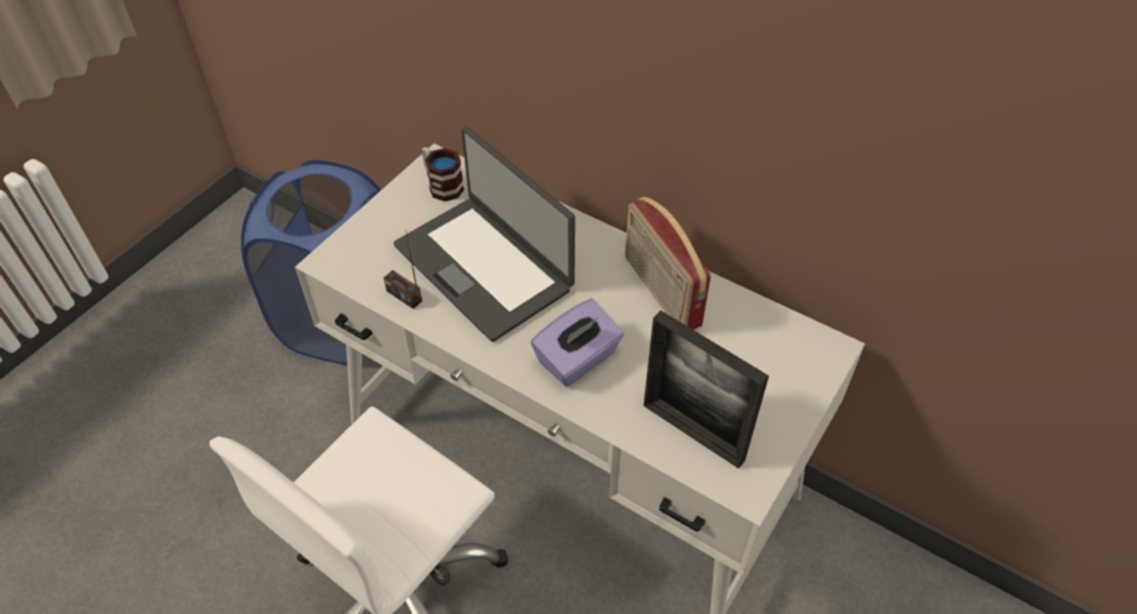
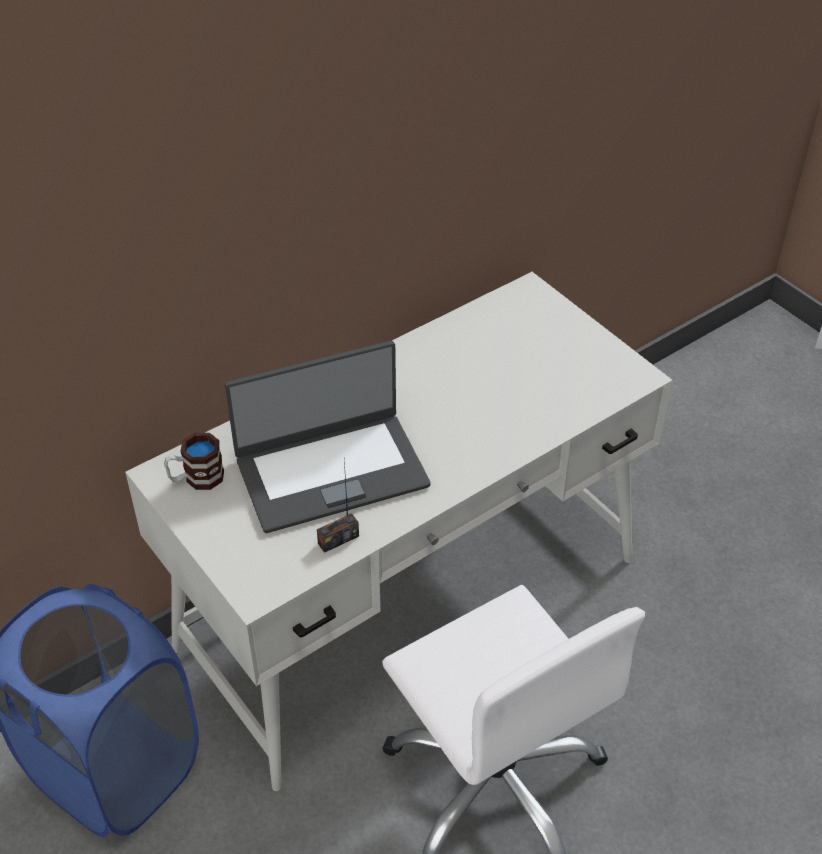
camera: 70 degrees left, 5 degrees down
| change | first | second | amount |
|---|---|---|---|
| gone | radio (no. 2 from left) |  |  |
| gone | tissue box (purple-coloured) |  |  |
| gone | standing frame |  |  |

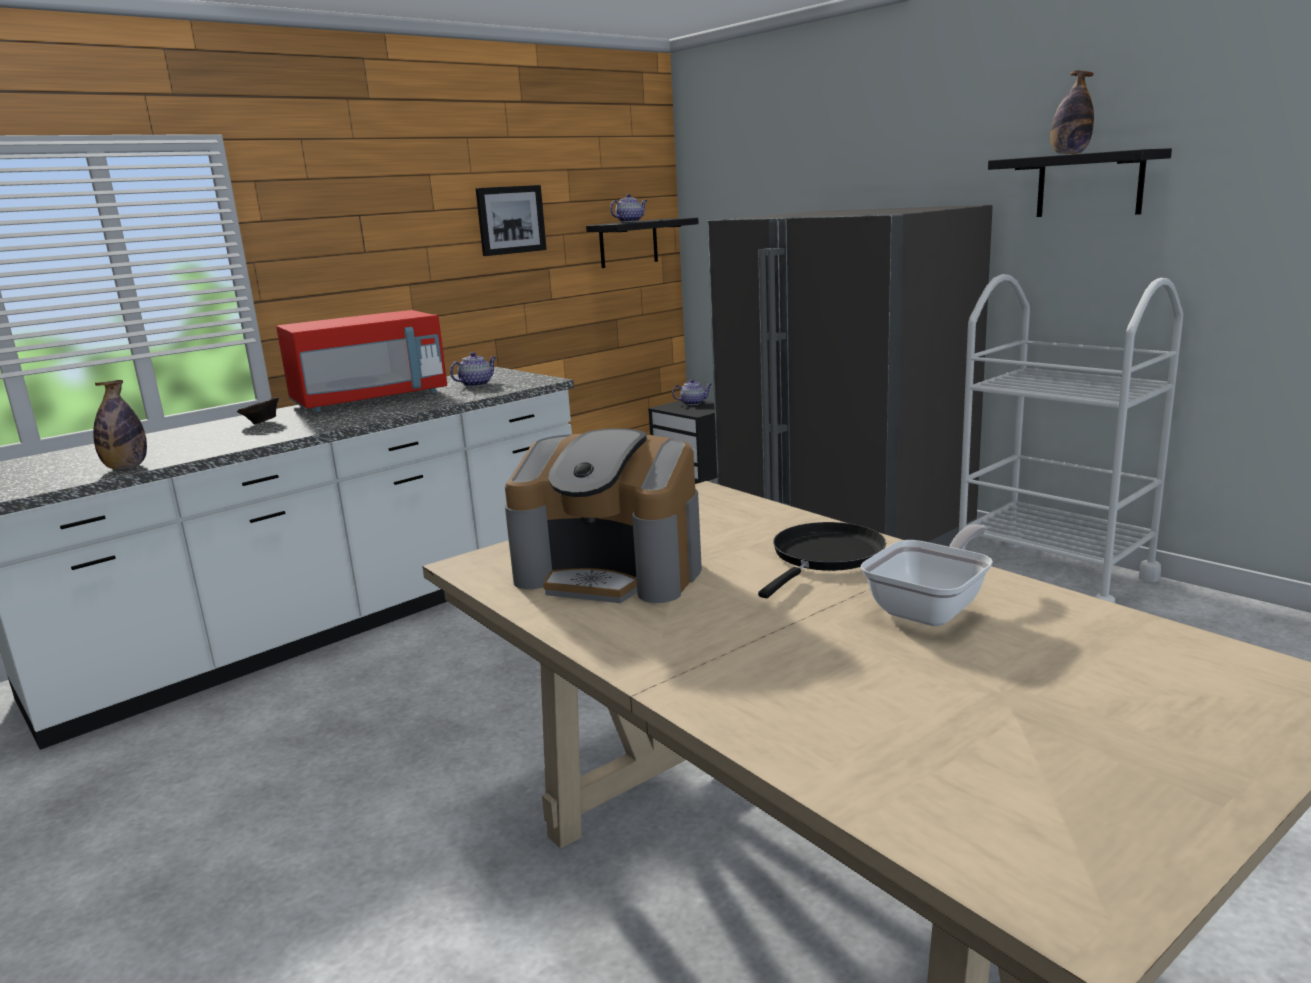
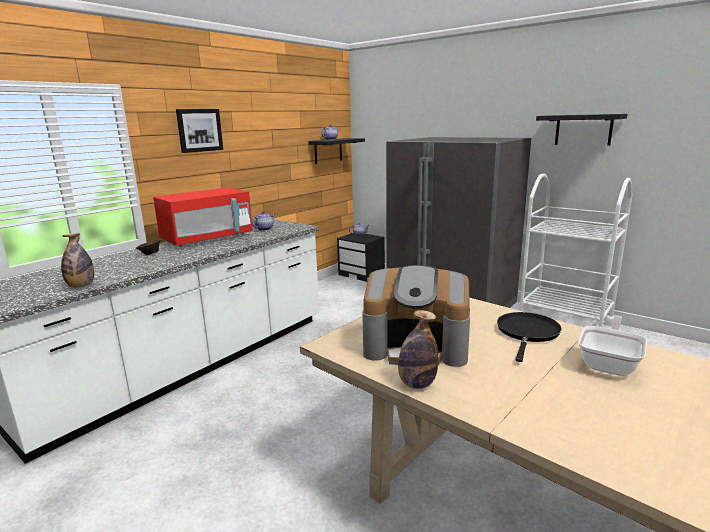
camera: 10 degrees left, 0 degrees up
| change | first | second | amount |
|---|---|---|---|
| shifted | beverage bottle (no. 2 from left) |  |  |
| shifted | wall picture |  |  |

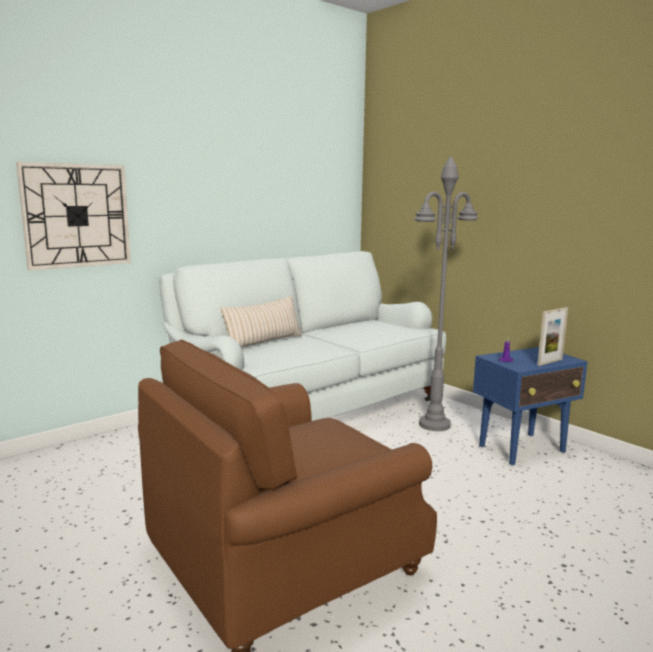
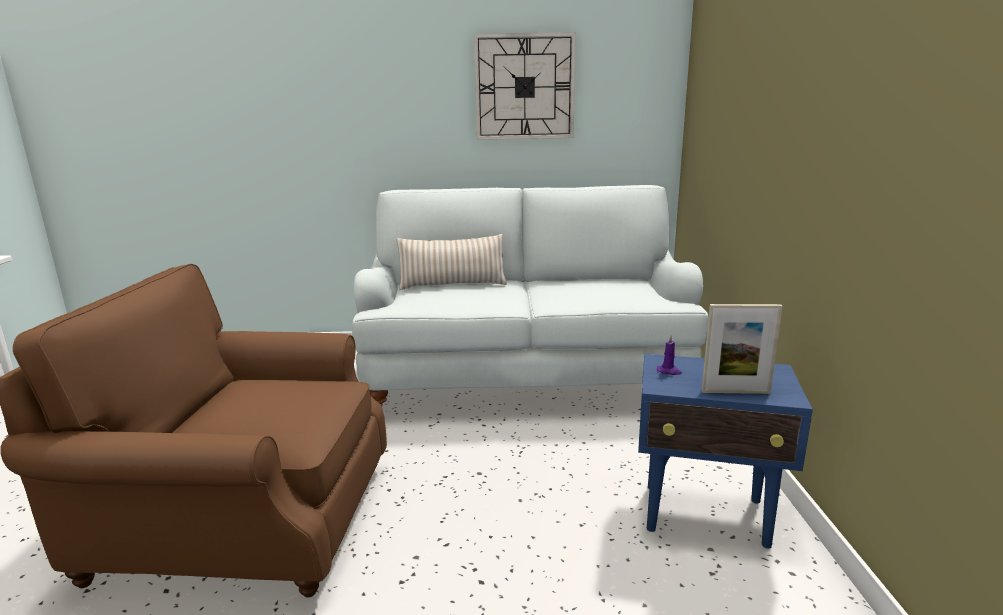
camera: 40 degrees right, 5 degrees up
| change | first | second | amount |
|---|---|---|---|
| gone | standing lamp (greyish) |  |  |
| shifted | wall clock |  |  |

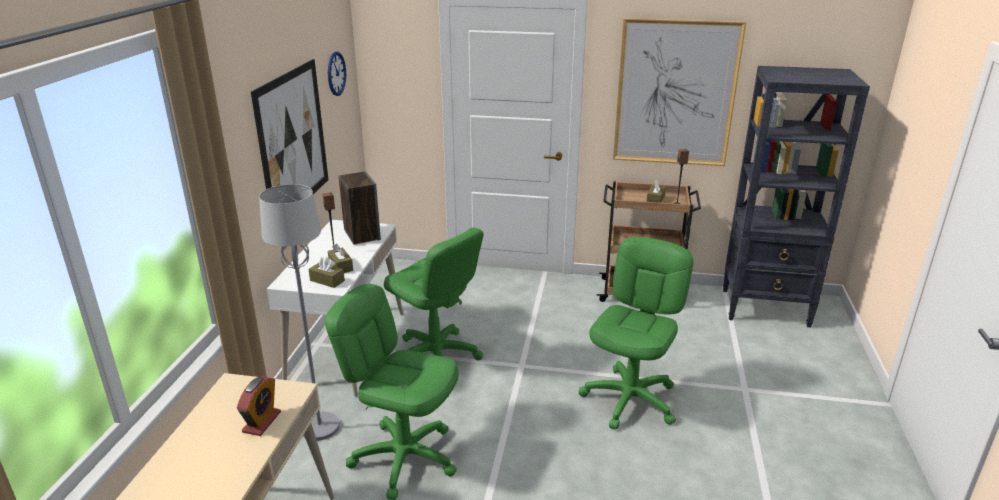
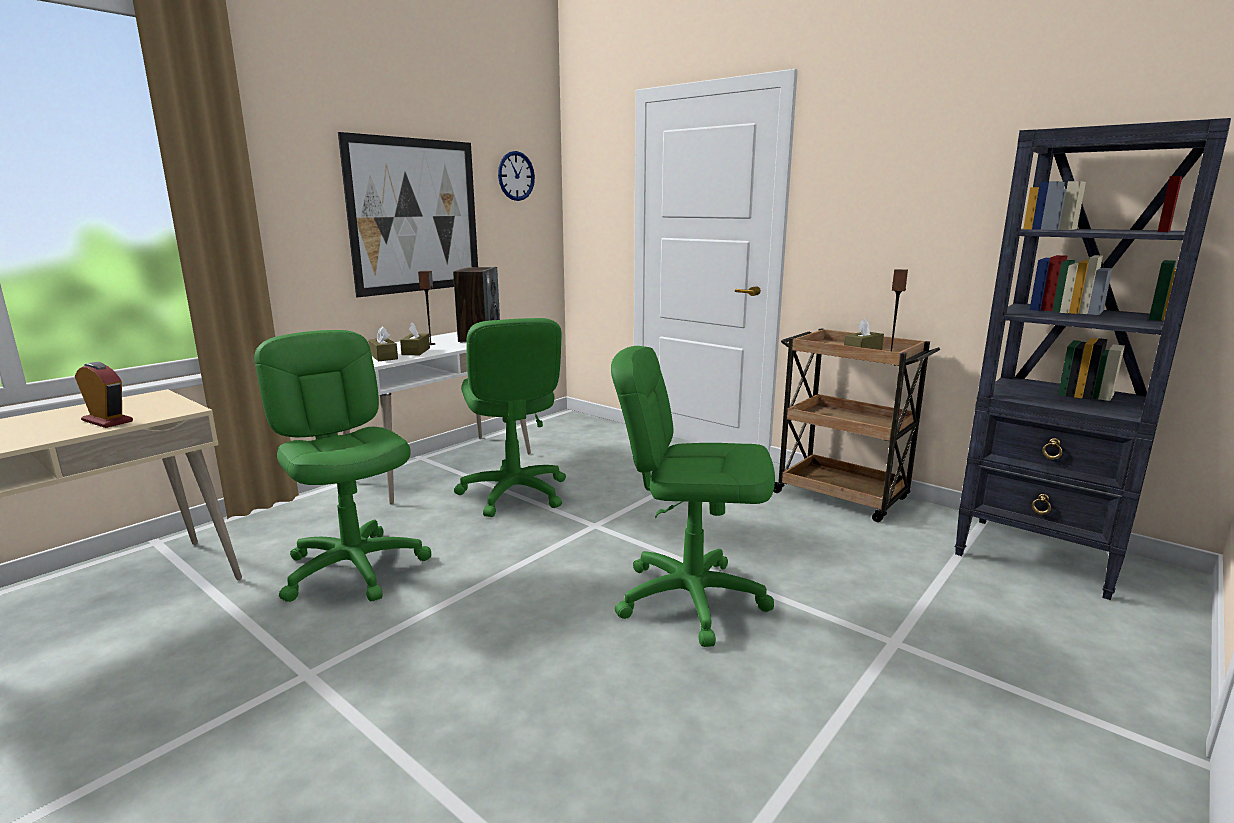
camera: 30 degrees right, 10 degrees down
| change | first | second | amount |
|---|---|---|---|
| gone | wall picture (no. 2 from left) |  |  |
| gone | standing lamp (greyish) |  |  |
| rotated | computer chair (green-coloured) (no. 3 from left) |  | 135 degrees counterclockwise |
| rotated | bedside clock |  | 105 degrees counterclockwise |

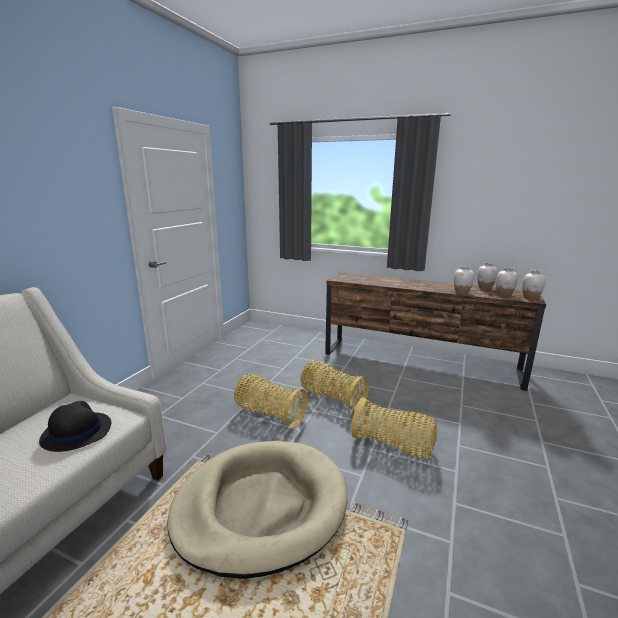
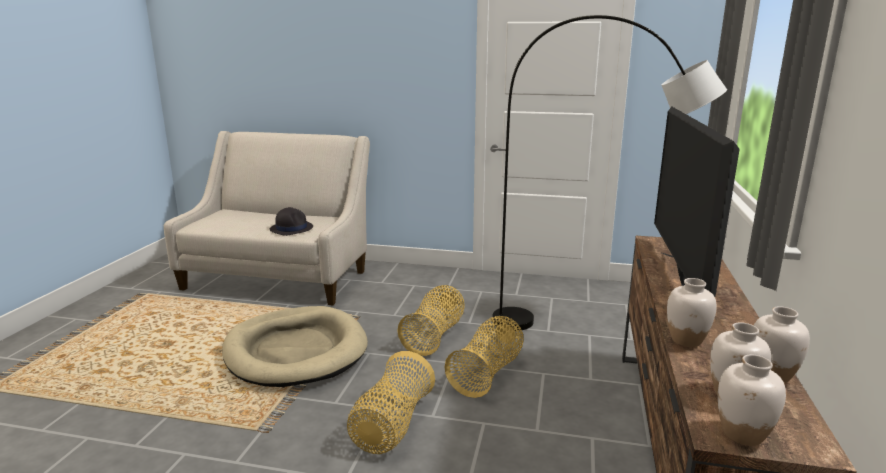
camera: 80 degrees right, 0 degrees up
| change | first | second | amount |
|---|---|---|---|
| new |  | standing lamp (greyish) |  |
| new |  | TV |  |

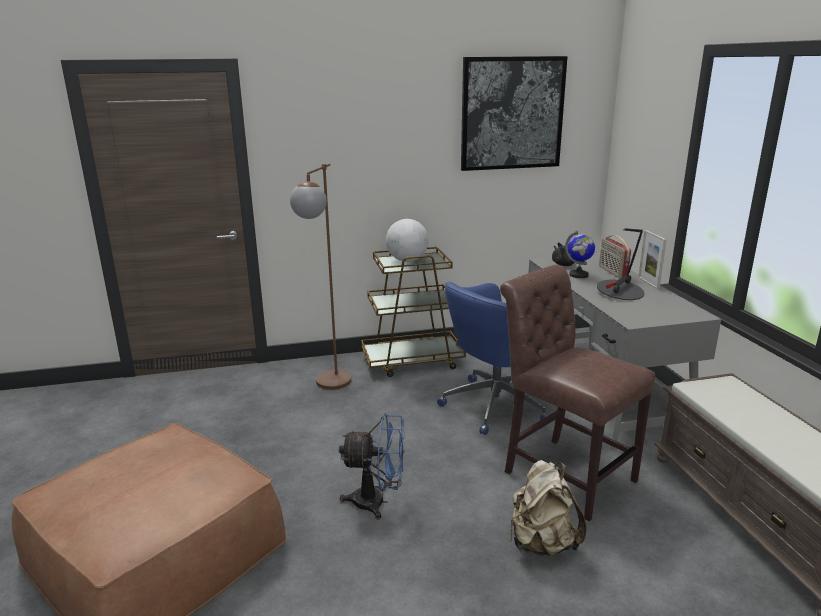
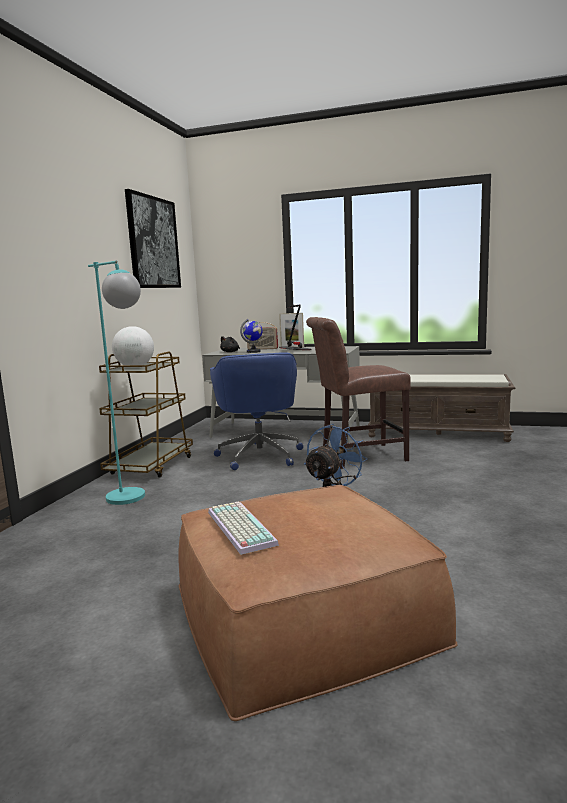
camera: 60 degrees left, 10 degrees down
| change | first | second | amount |
|---|---|---|---|
| repainted | standing lamp (brownish) | standing lamp (turquoise) |  |
| gone | rucksack (sand-coloured) |  |  |
| new |  | PC keyboard |  |

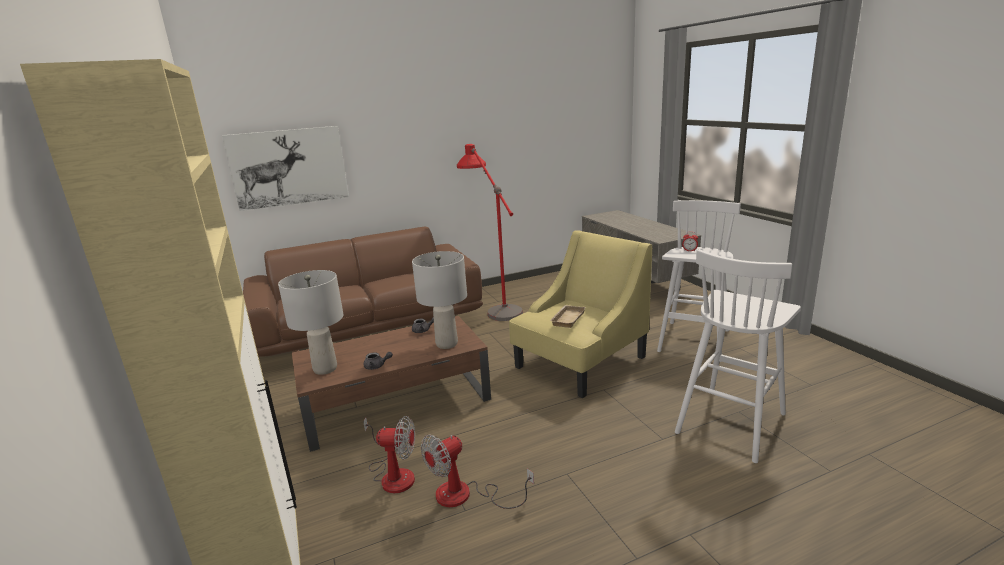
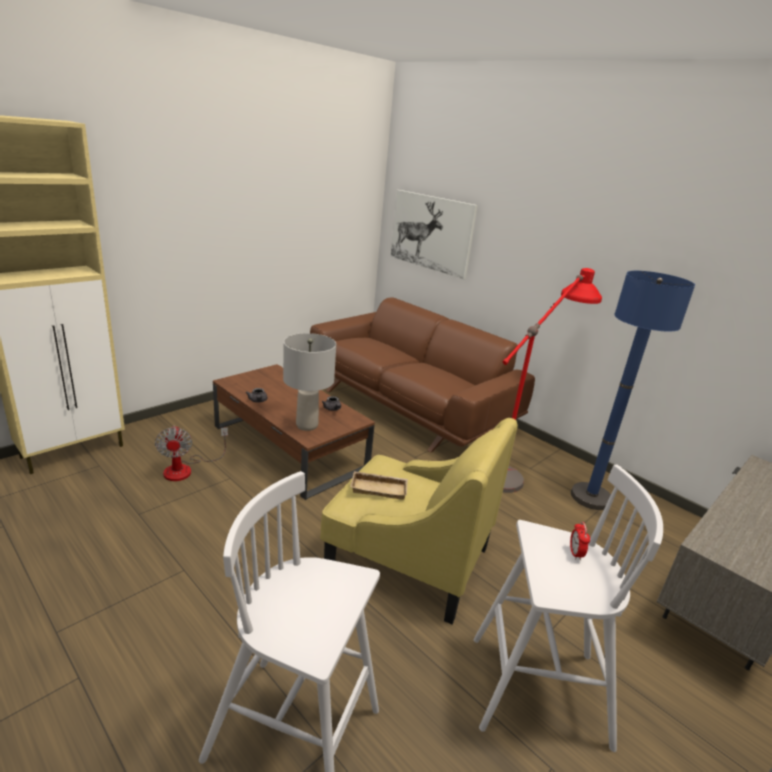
camera: 65 degrees right, 5 degrees up
| change | first | second | amount |
|---|---|---|---|
| gone | table lamp (greyish) (no. 1 from left) |  |  |
| gone | fan (no. 2 from left) |  |  |
| new |  | standing lamp (bluish) |  |

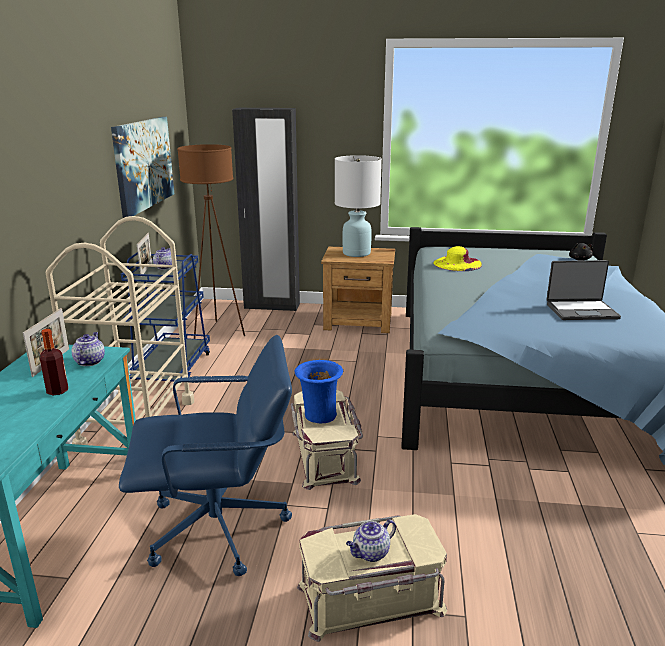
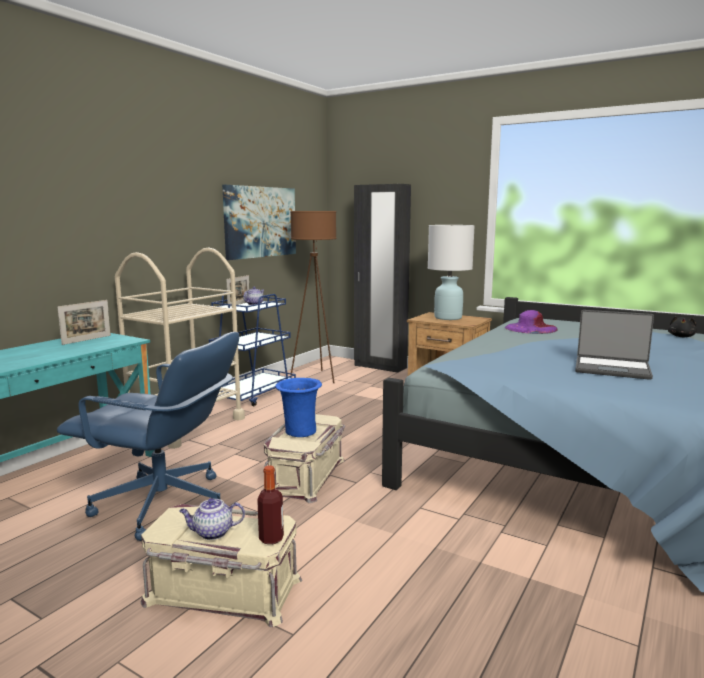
camera: 25 degrees right, 10 degrees down
| change | first | second | amount |
|---|---|---|---|
| repainted | clothing hat (yellow) | clothing hat (purple-coloured) |  |
| shifted | beverage bottle |  |  |
| gone | pot for tea (no. 1 from left) |  |  |

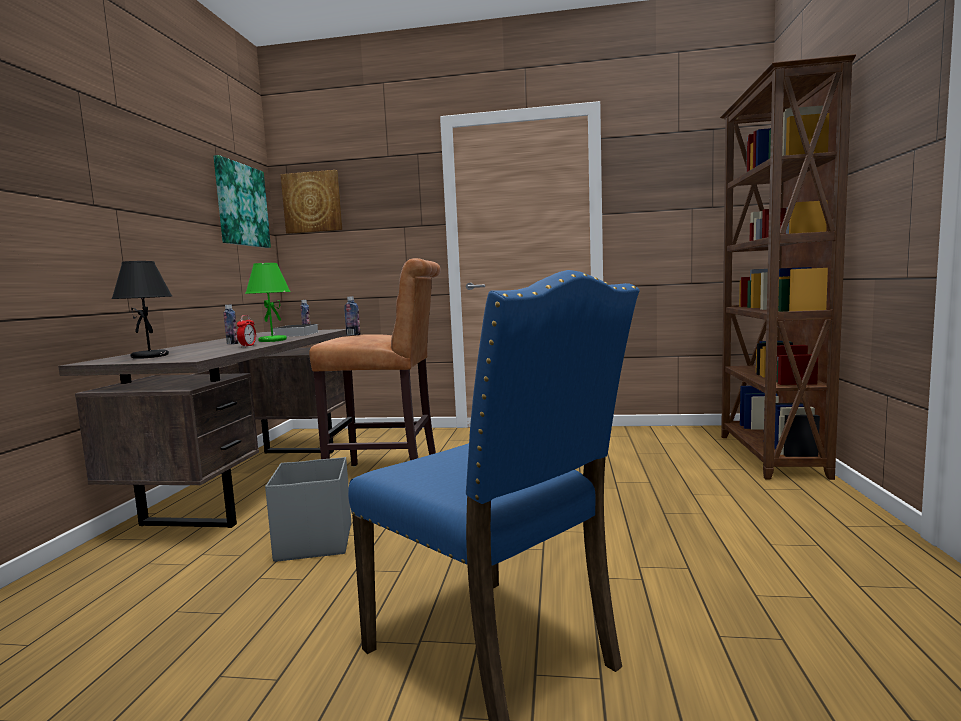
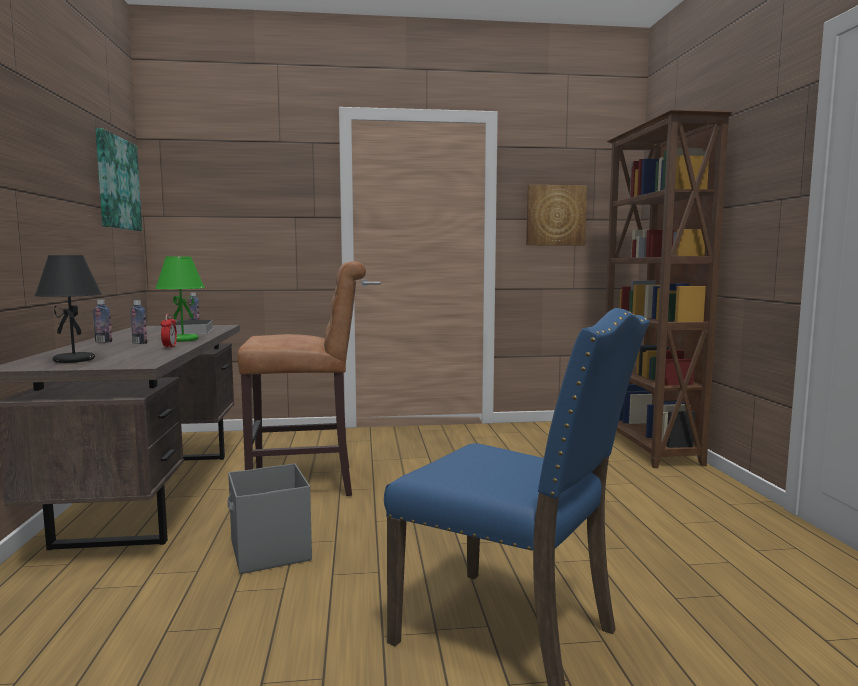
camera: 15 degrees left, 0 degrees up
| change | first | second | amount |
|---|---|---|---|
| shifted | wall picture (no. 2 from left) |  |  |
| shifted | beverage bottle (no. 3 from left in the first image) | beverage bottle (no. 1 from left) |  |

